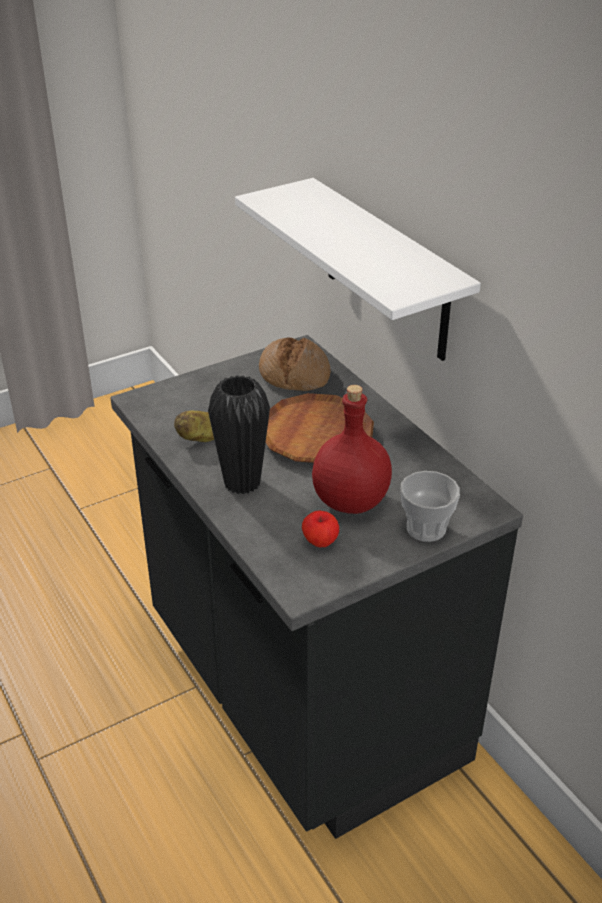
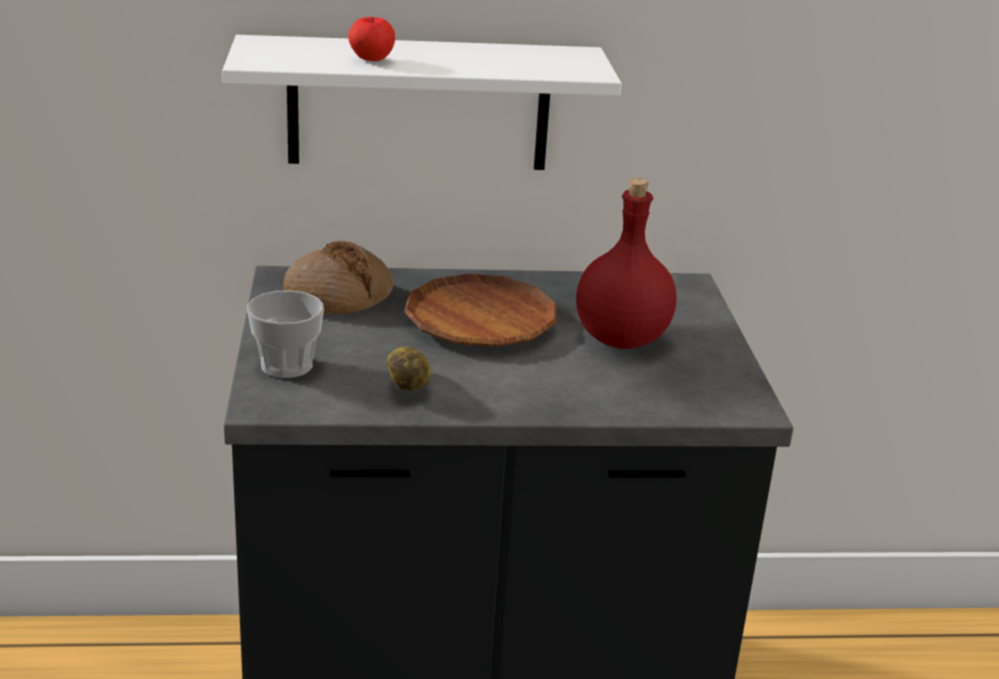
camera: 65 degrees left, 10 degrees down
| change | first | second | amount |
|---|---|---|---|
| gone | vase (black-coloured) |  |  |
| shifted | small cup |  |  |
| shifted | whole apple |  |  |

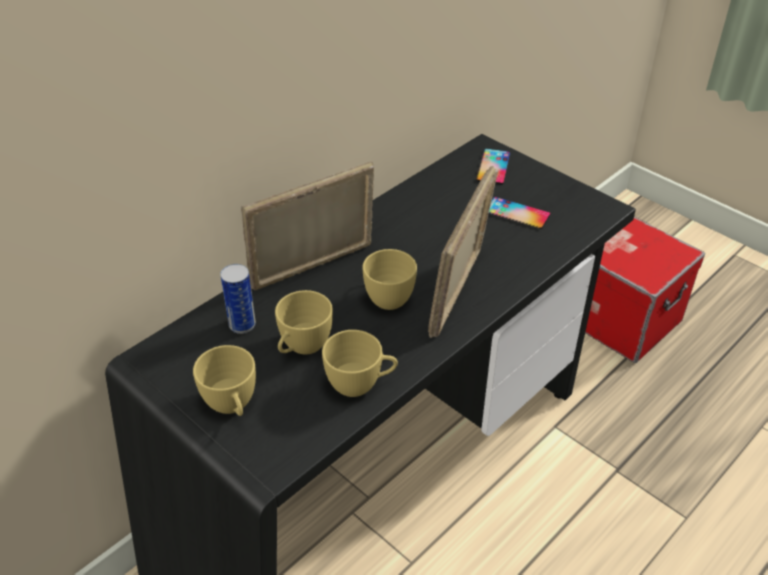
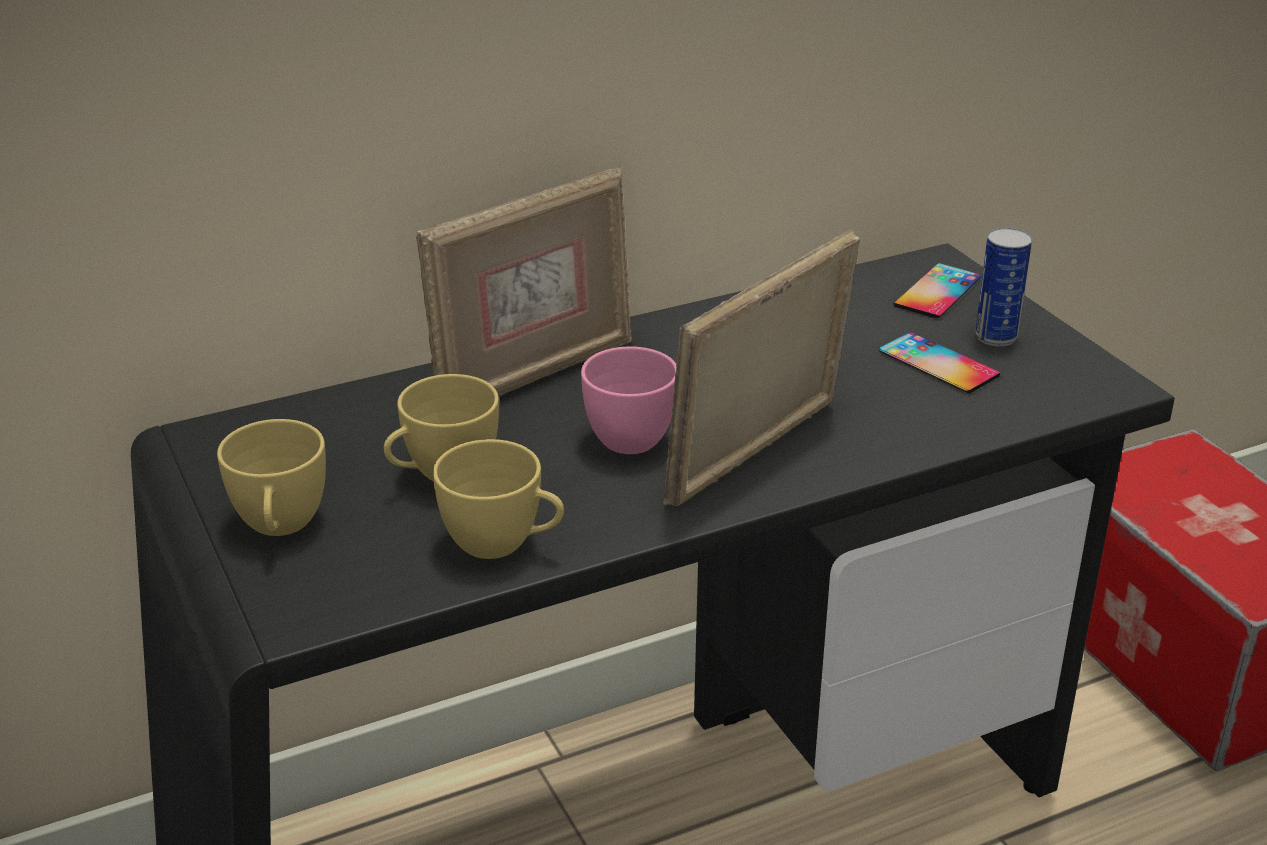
camera: 20 degrees right, 10 degrees down
| change | first | second | amount |
|---|---|---|---|
| rotated | standing frame (no. 1 from left) |  | 150 degrees clockwise |
| repainted | small cup (yellow) (no. 4 from left) | small cup (pinkish) |  |
| shifted | metal can |  |  |

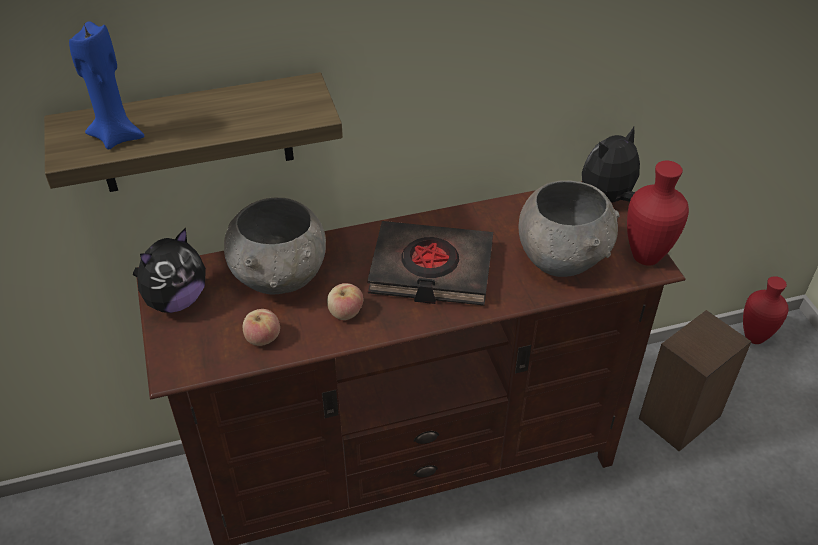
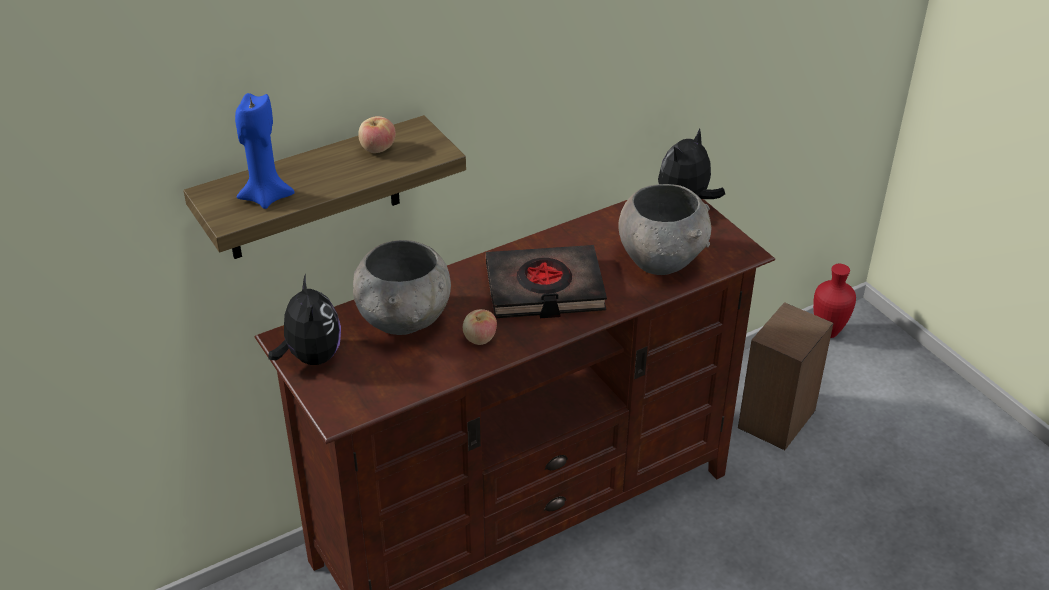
camera: 15 degrees left, 5 degrees down
| change | first | second | amount |
|---|---|---|---|
| gone | vase (red-coloured) (no. 1 from left) |  |  |
| rotated | plush toy (no. 1 from left) |  | 45 degrees counterclockwise |
| shifted | whole apple (no. 1 from left) |  |  |

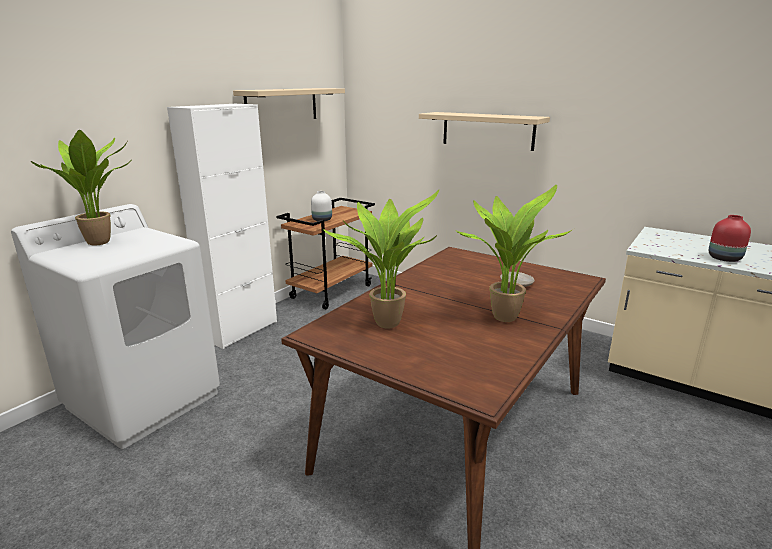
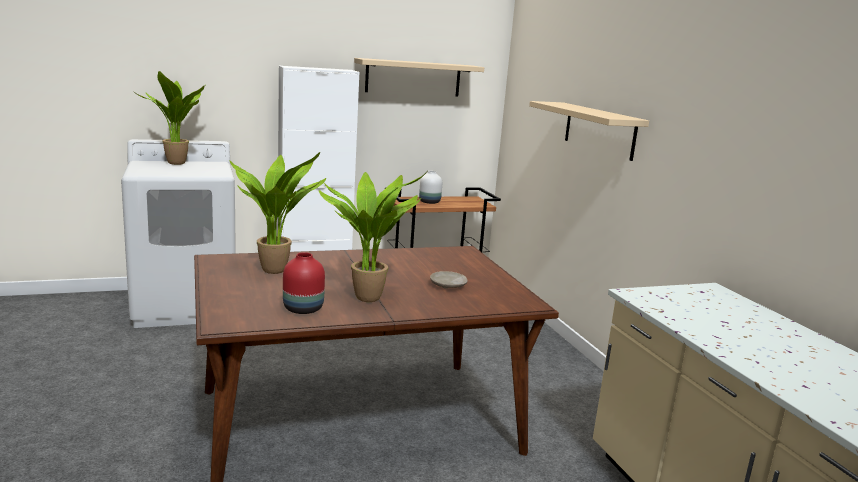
camera: 35 degrees right, 5 degrees down
| change | first | second | amount |
|---|---|---|---|
| shifted | vase (red-coloured) |  |  |

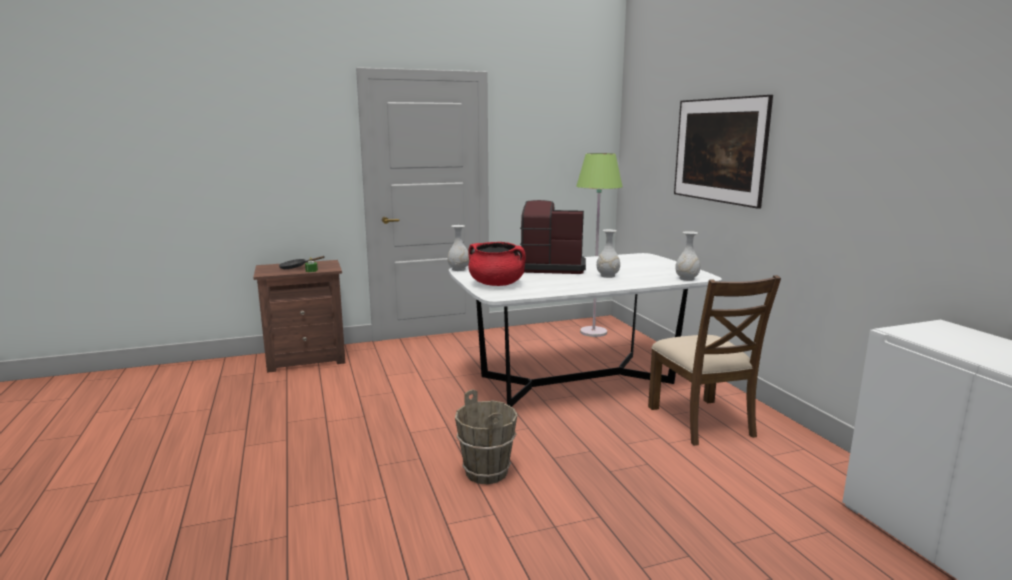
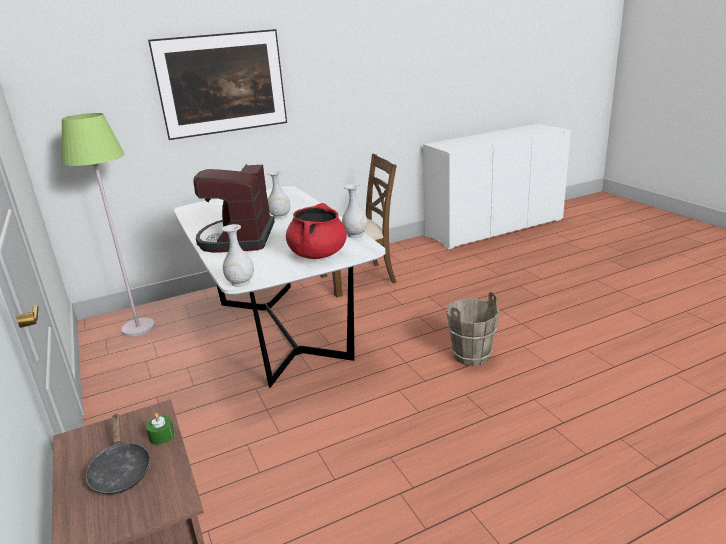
camera: 95 degrees left, 10 degrees up
| change | first | second | amount |
|---|---|---|---|
| shifted | vase (white-coloured) (no. 3 from left) |  |  |

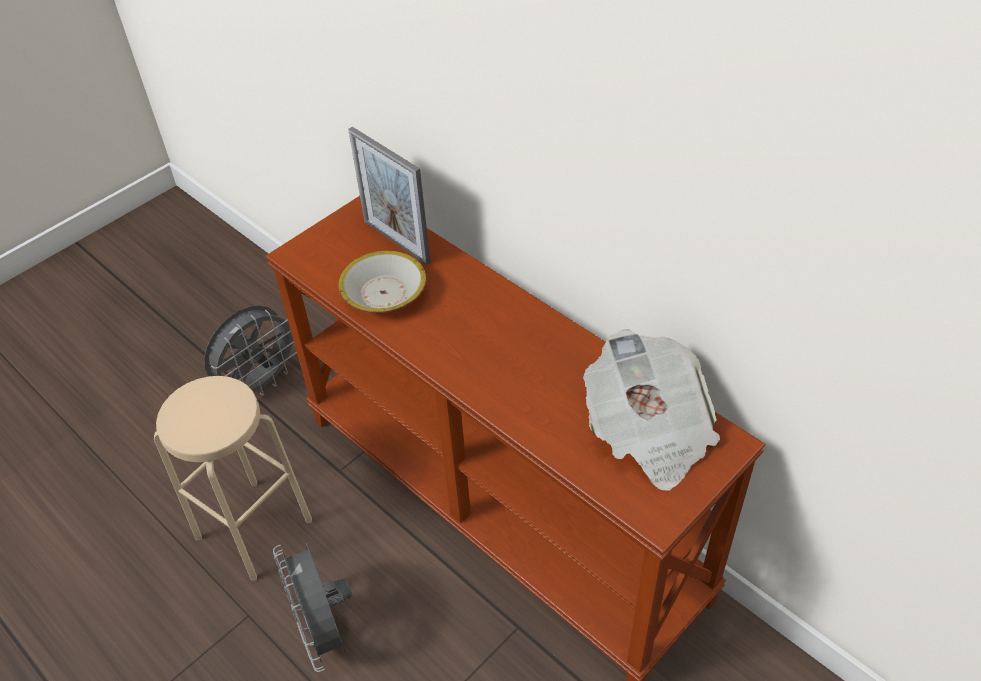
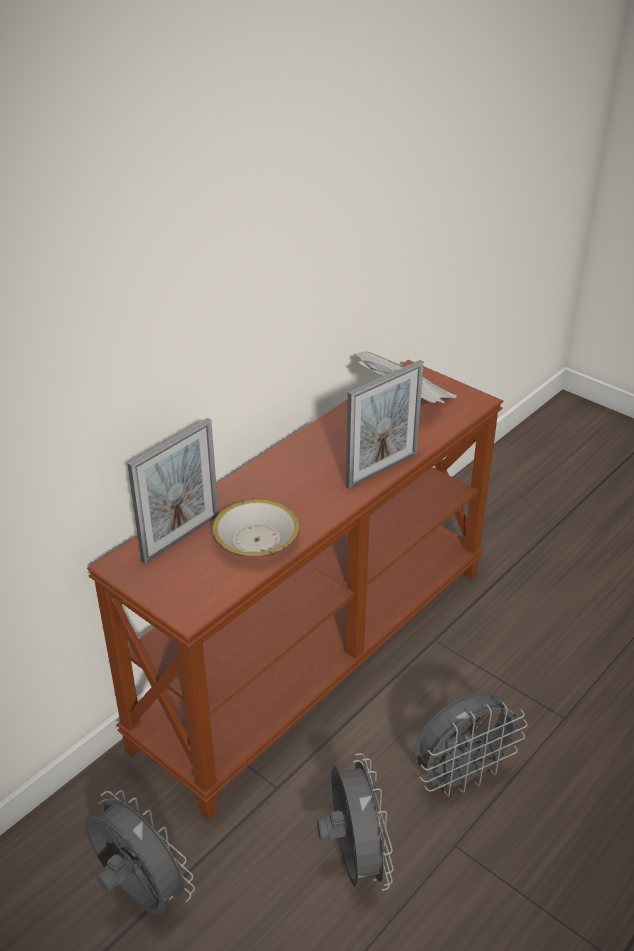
camera: 95 degrees left, 10 degrees down
| change | first | second | amount |
|---|---|---|---|
| swapped | stool (sand-coloured) | fan (greyish) (no. 2 from left) |  |
| new |  | standing frame (no. 2 from left) |  |

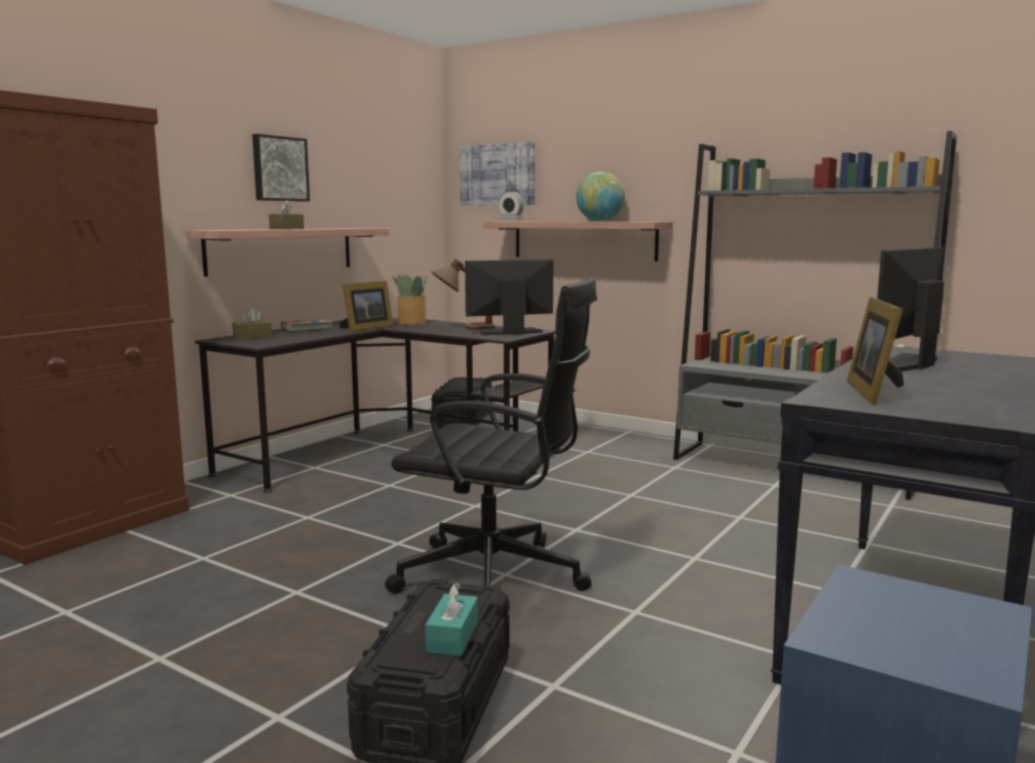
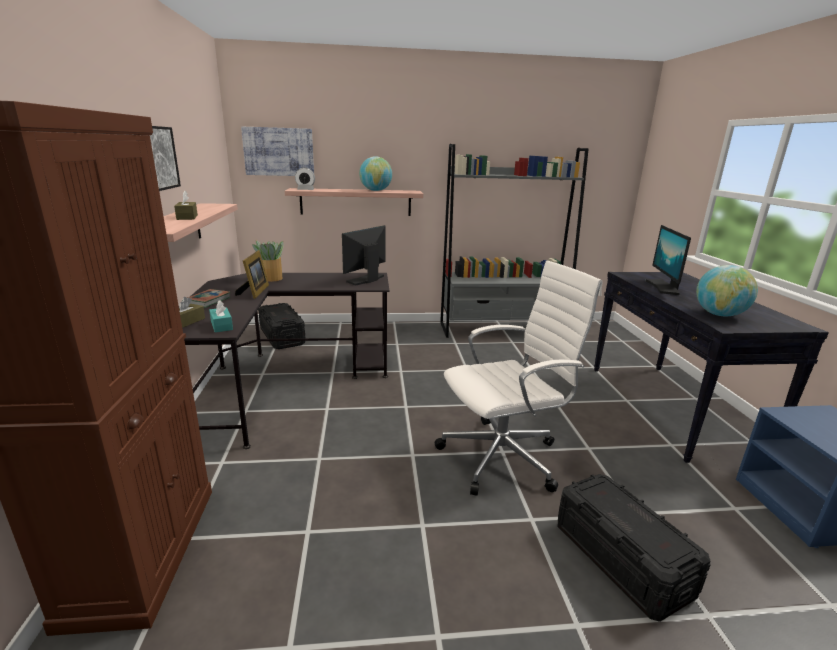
camera: 40 degrees left, 10 degrees up
| change | first | second | amount |
|---|---|---|---|
| gone | table lamp |  |  |
| repainted | computer chair (black-coloured) | computer chair (white-coloured) |  |
| swapped | standing frame (no. 2 from left) | desk globe (no. 2 from left) |  |
| shifted | tissue box (turquoise) |  |  |

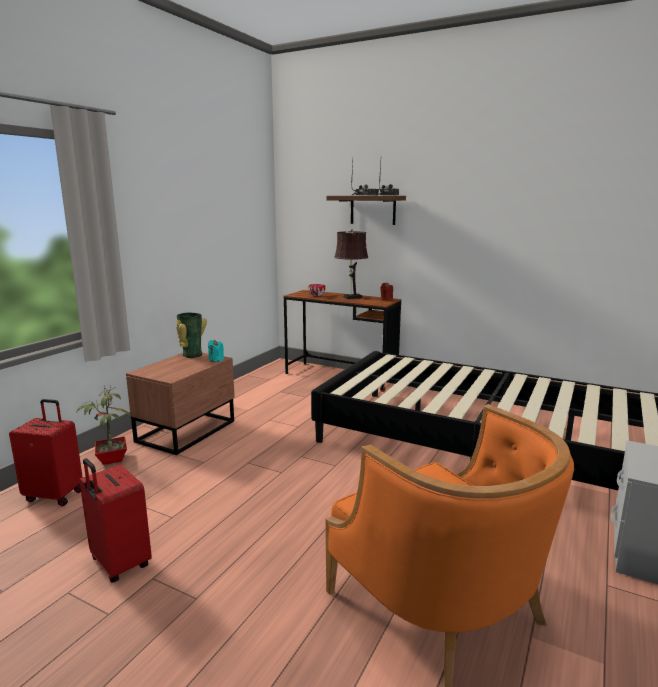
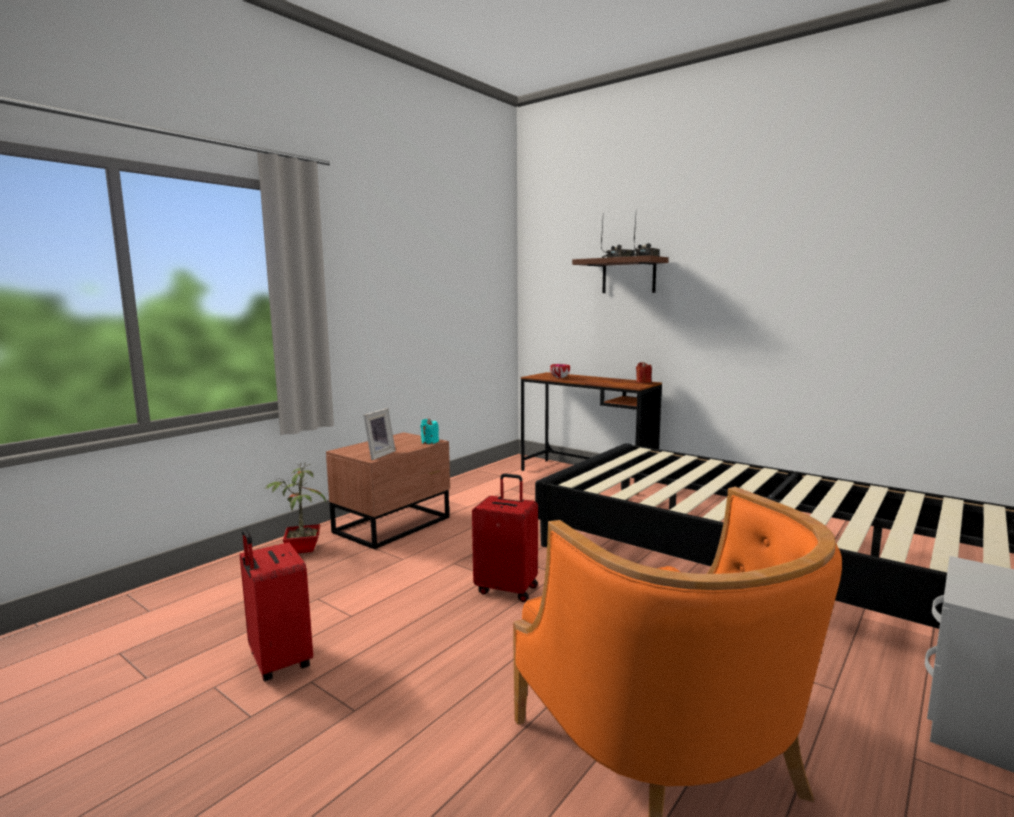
camera: 10 degrees right, 5 degrees down
| change | first | second | amount |
|---|---|---|---|
| gone | table lamp (brownish) |  |  |
| gone | vase |  |  |
| shifted | suitcase (red-coloured) (no. 1 from left in the first image) | suitcase (red-coloured) (no. 2 from left) |  |
| new |  | standing frame |  |

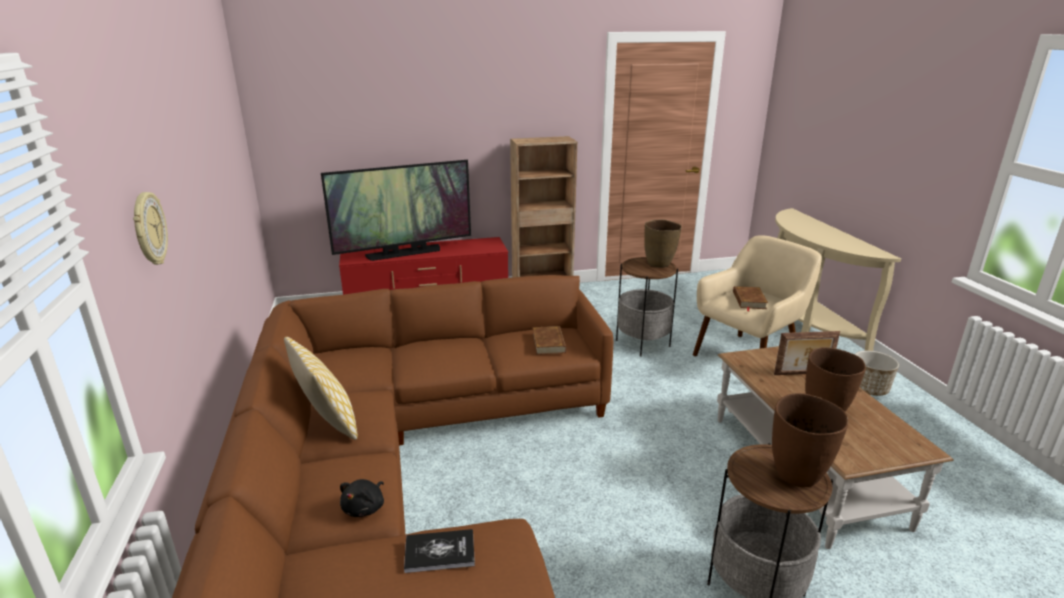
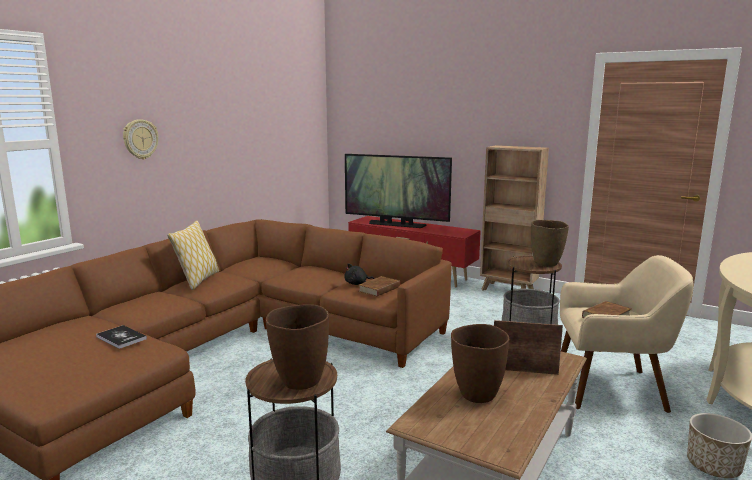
camera: 45 degrees right, 10 degrees down
| change | first | second | amount |
|---|---|---|---|
| rotated | standing frame |  | 150 degrees clockwise |
| shifted | plush toy (black-coloured) |  |  |

